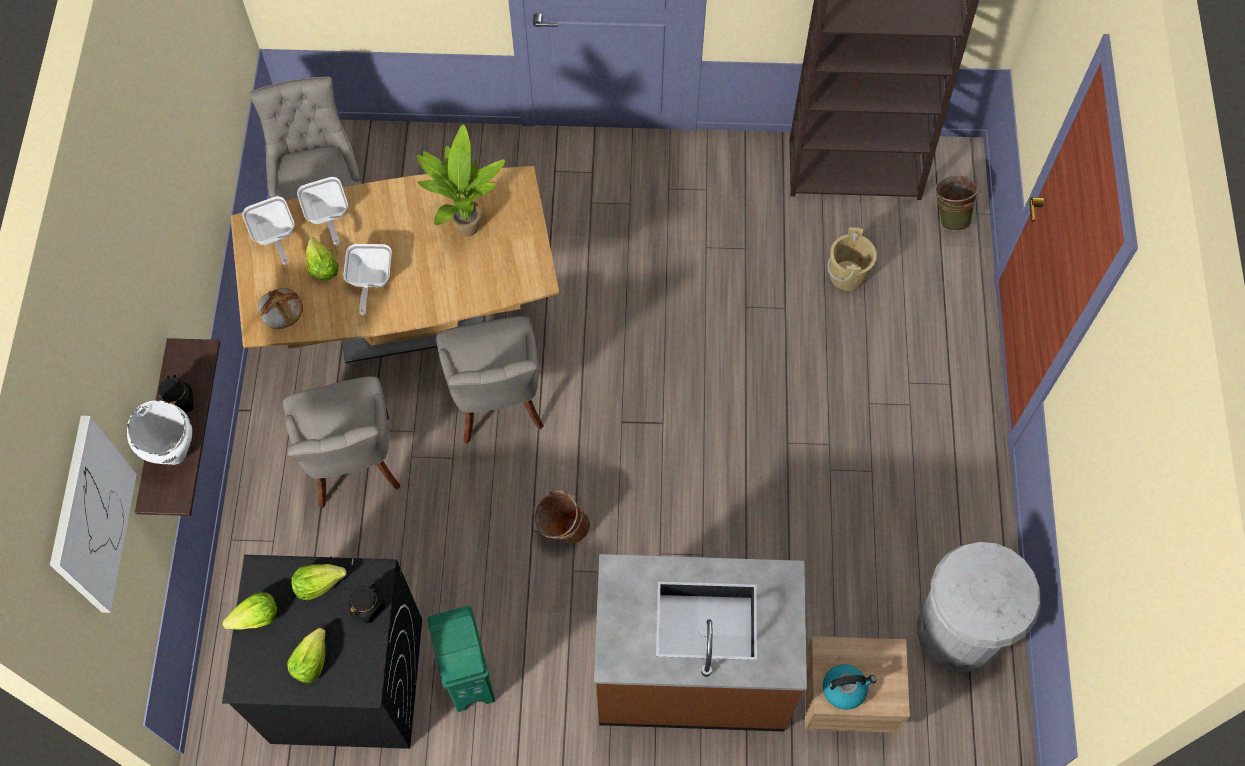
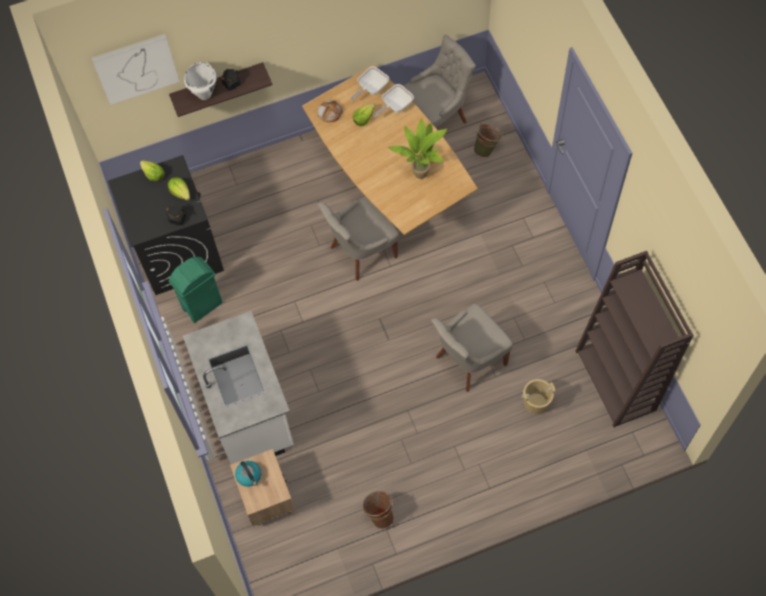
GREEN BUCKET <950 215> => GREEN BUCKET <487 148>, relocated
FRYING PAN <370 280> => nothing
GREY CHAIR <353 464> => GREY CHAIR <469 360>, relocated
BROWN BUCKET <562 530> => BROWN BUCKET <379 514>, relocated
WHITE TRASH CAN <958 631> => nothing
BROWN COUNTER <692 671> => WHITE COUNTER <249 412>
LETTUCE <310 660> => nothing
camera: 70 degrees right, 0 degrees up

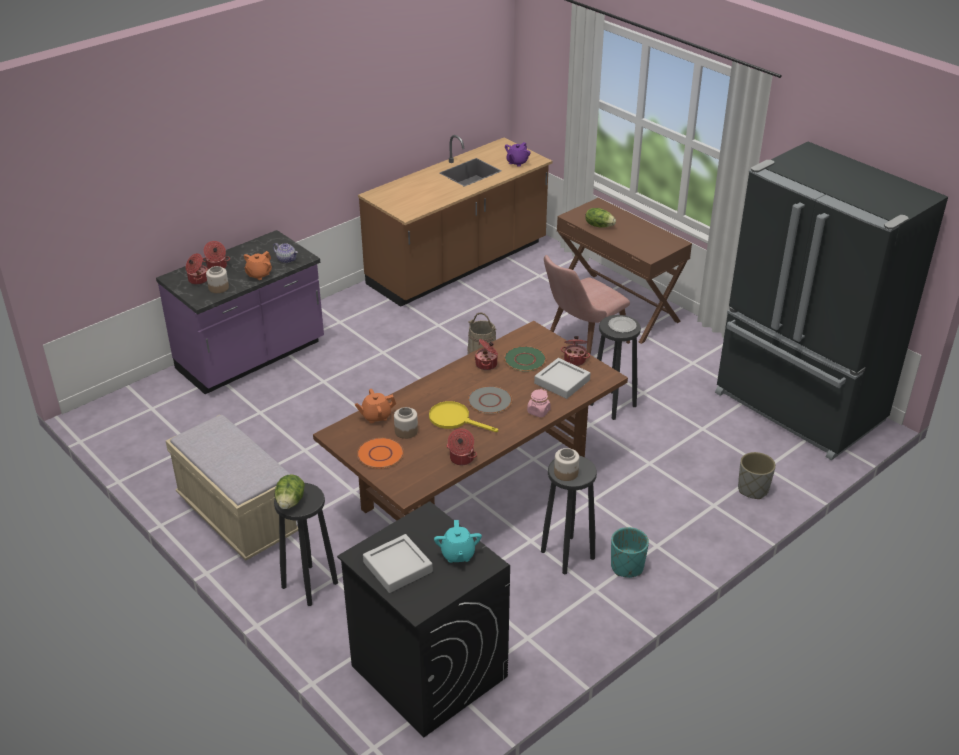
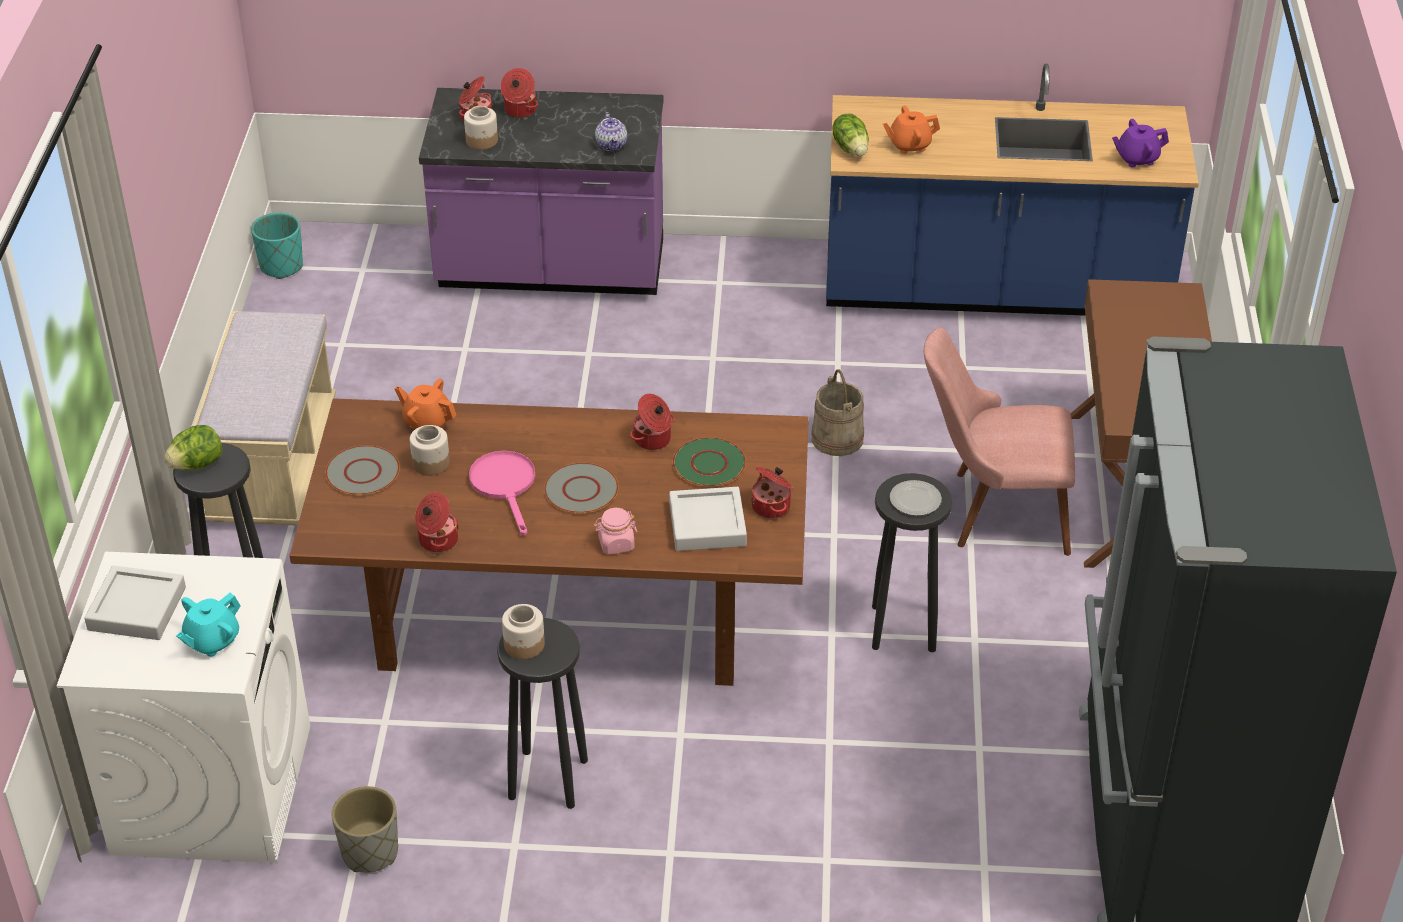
BROWN COUNTER <458 264> => BLUE COUNTER <994 288>
LETTUCE <599 225> => LETTUCE <851 148>, relocated
ORANGE TEAPOT <258 274> => ORANGE TEAPOT <909 145>, relocated
YELLOW FRYING PAN <455 419> => PINK FRYING PAN <505 486>
ORANGE PLATE <380 454> => GREY PLATE <362 472>
GREY PLANTER <753 489> => GREY PLANTER <369 853>, relocated
BLACK WASHING MACHINE <428 670> => WHITE WASHING MACHINE <212 788>
TURQUOISE PLANTER <627 566> => TURQUOISE PLANTER <282 266>, relocated
camera: 45 degrees right, 5 degrees up

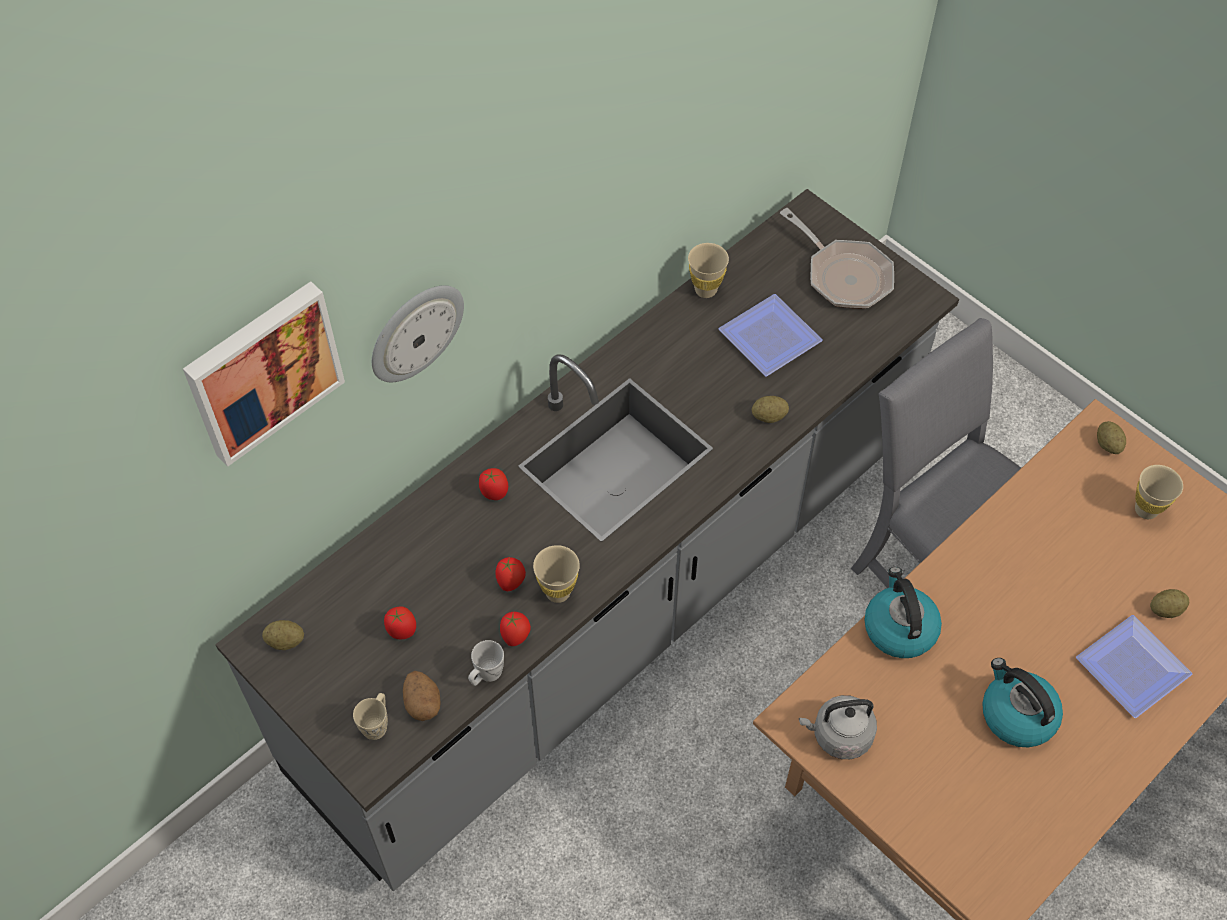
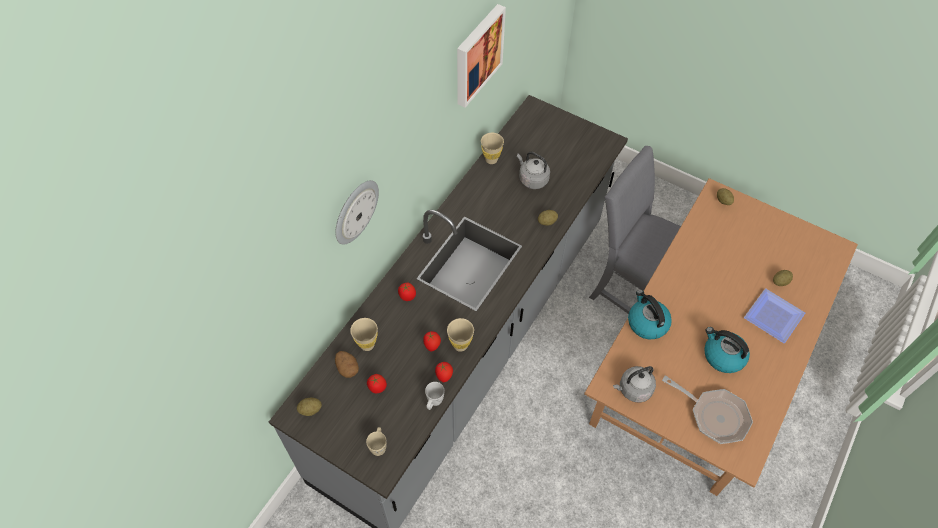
FRYING PAN <844 275> => FRYING PAN <714 415>, relocated
PICTURE <262 370> => PICTURE <477 54>, relocated
PLATE <766 337> => GREY KETTLE <532 179>
BEIGE CUP <1146 510> => BEIGE CUP <367 344>, relocated
POTATO <422 703> => POTATO <347 368>, relocated
camera: 15 degrees left, 0 degrees up

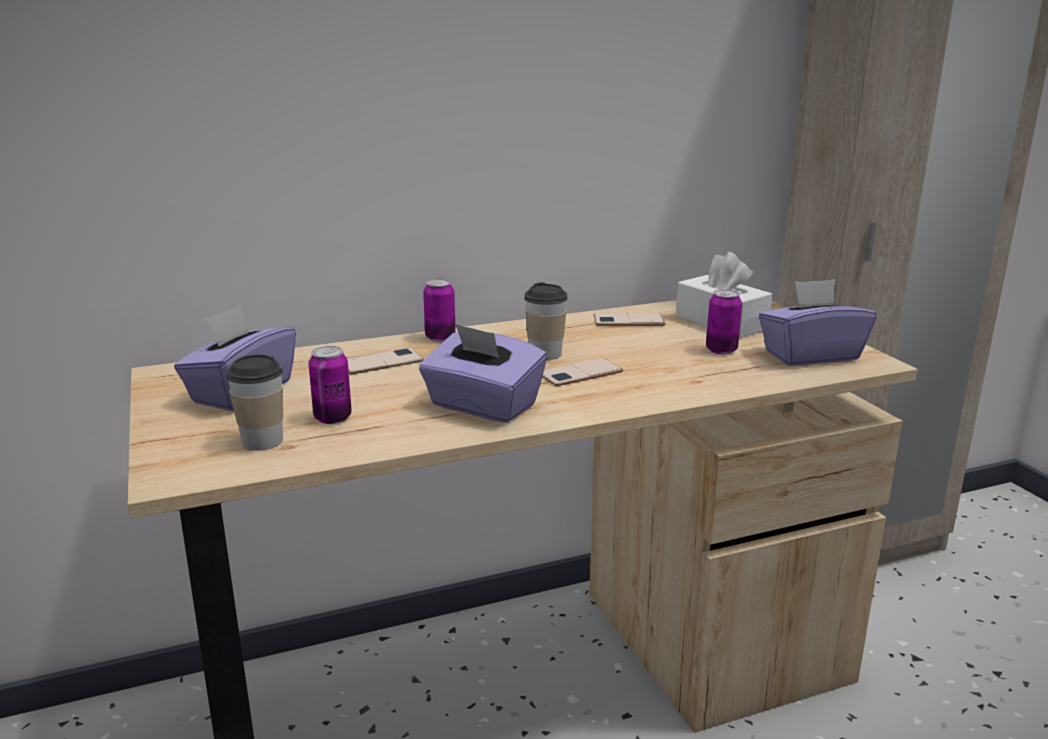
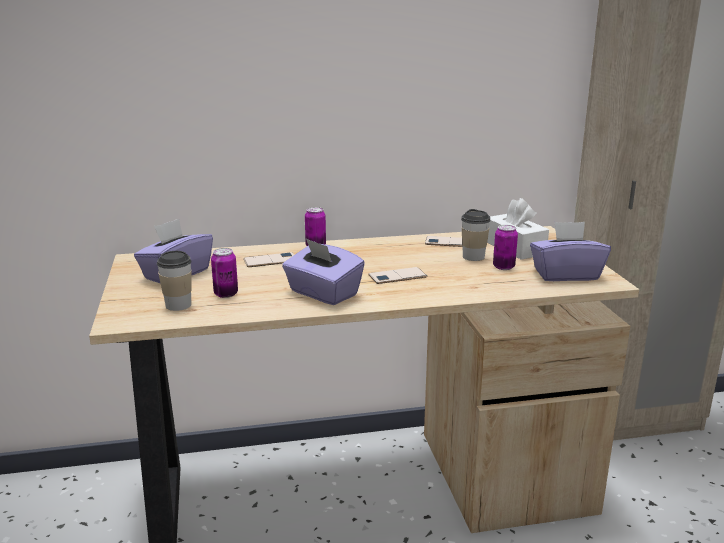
CUP <545 354> => CUP <473 257>, relocated
camera: 10 degrees right, 0 degrees up

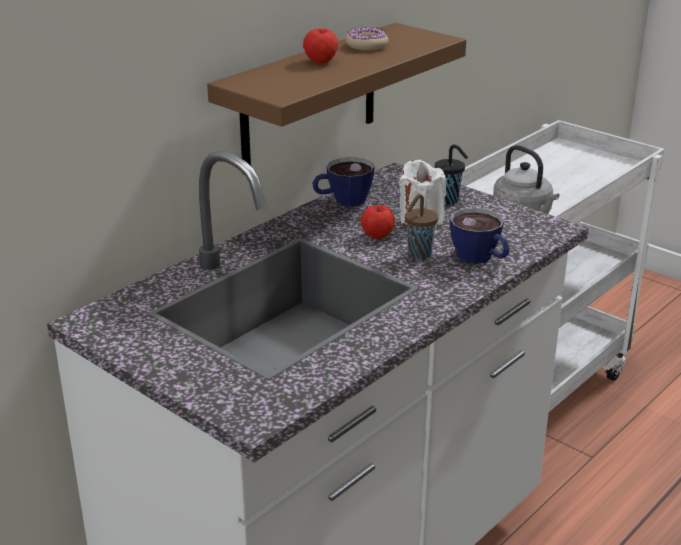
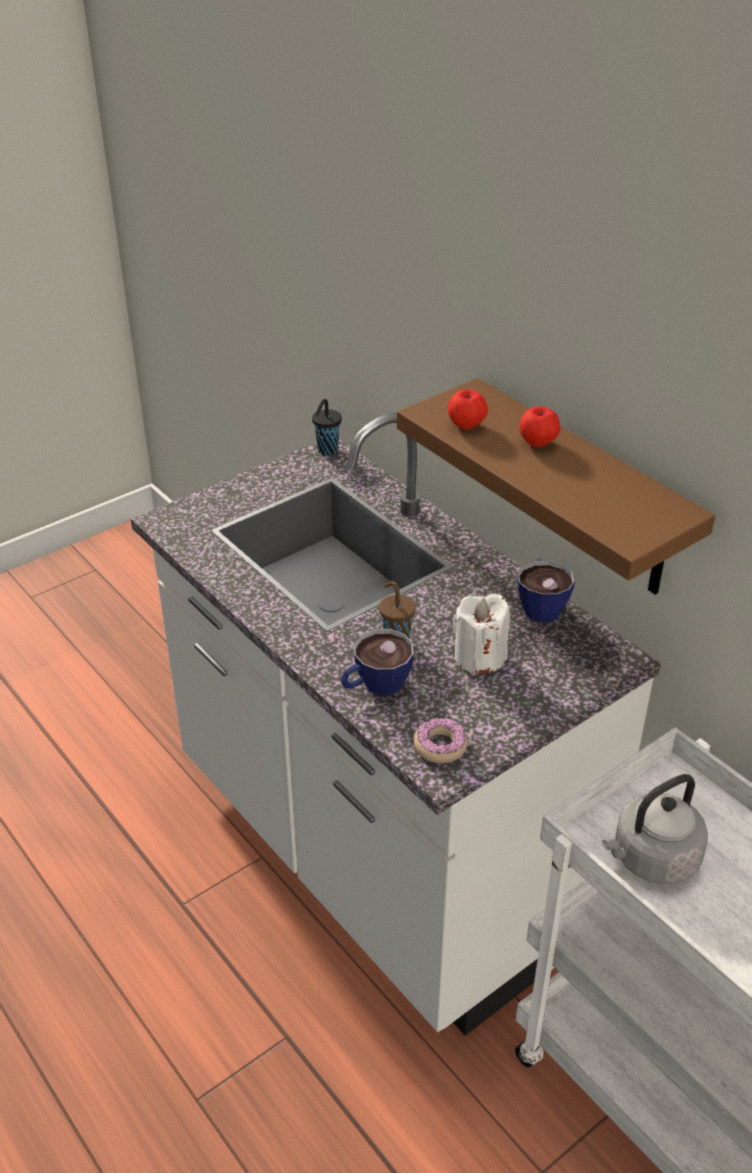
DONUT <367 45> => DONUT <440 746>, relocated
BLACK CUP <449 201> => BLACK CUP <326 451>, relocated
APPLE <377 235> => APPLE <466 425>, relocated
camera: 100 degrees right, 10 degrees up

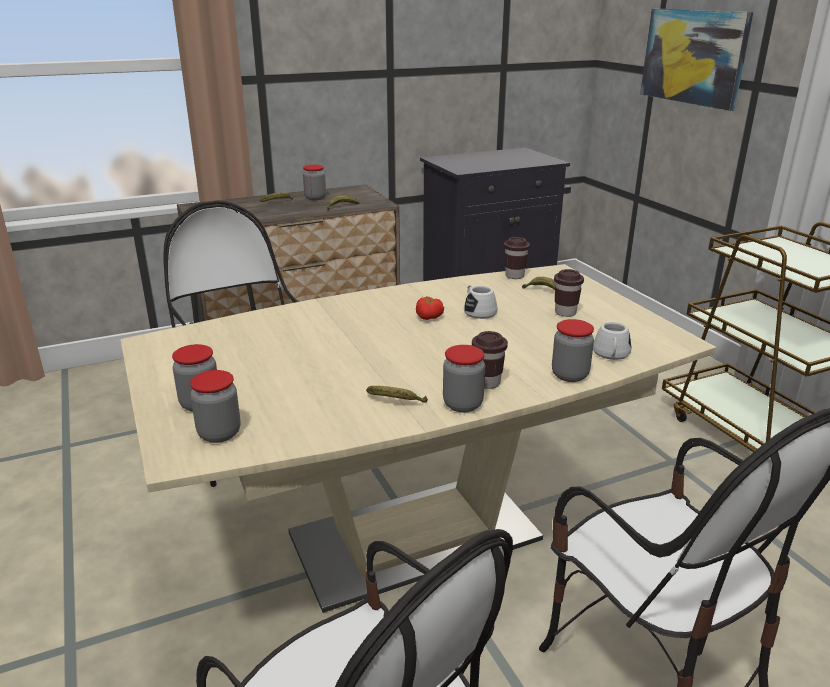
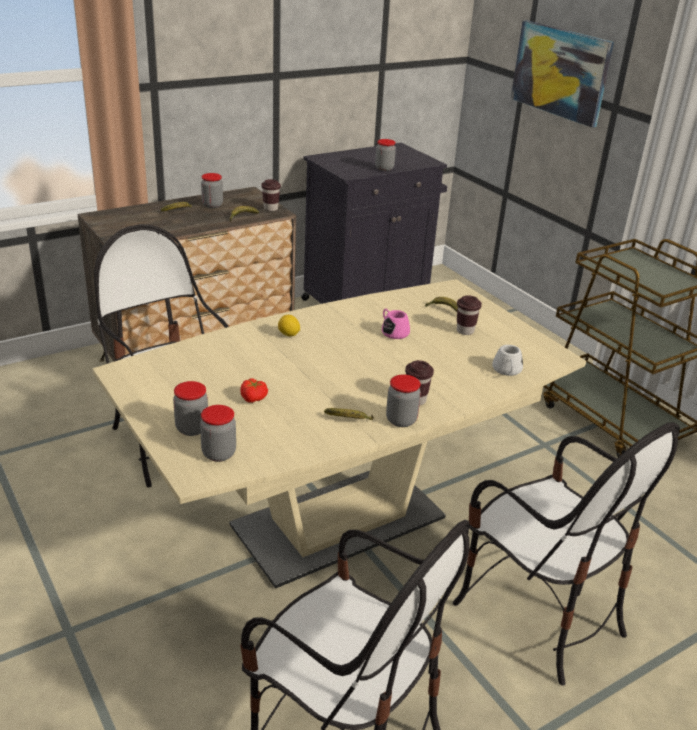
BROWN CUP <514 276> => BROWN CUP <271 209>, relocated
WHITE MUG <477 311> => PINK MUG <393 331>
TOMATO <429 317> => TOMATO <254 398>, relocated
JAR <570 375> => JAR <384 168>, relocated
nothing => LEMON <288 335>
camera: 10 degrees left, 5 degrees up

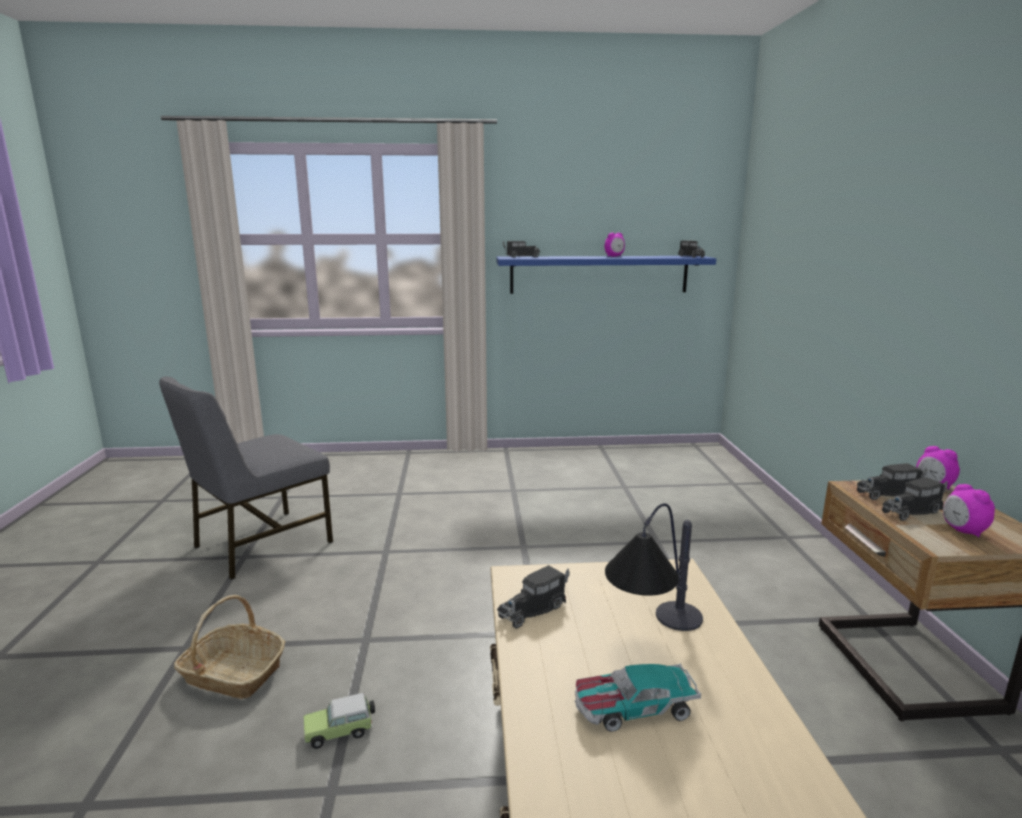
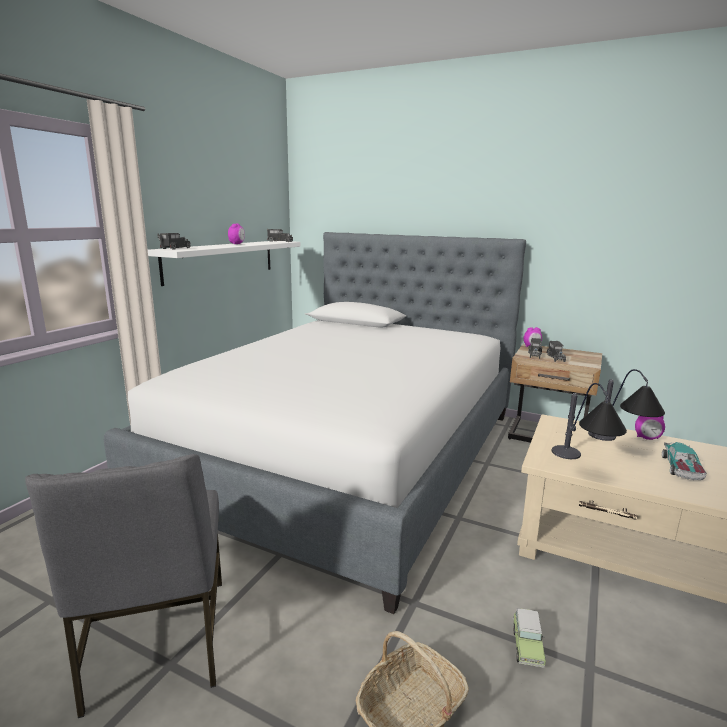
BLUE SHELF <599 274> => WHITE SHELF <221 260>
ALARM CLOCK <963 531> => ALARM CLOCK <647 438>, relocated
TOY TRUCK <534 609> => TABLE LAMP <583 466>
nothing => BED <349 455>
camera: 60 degrees left, 0 degrees up

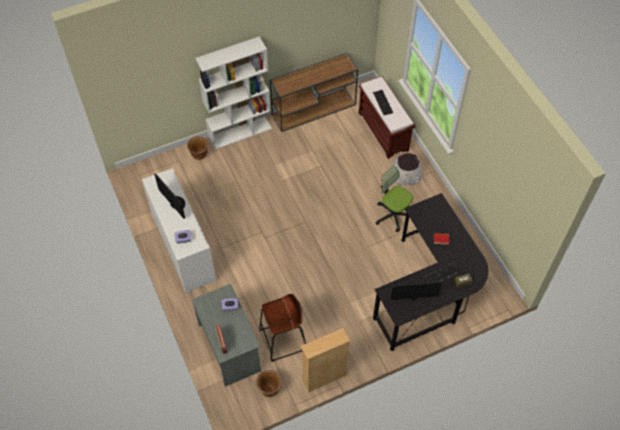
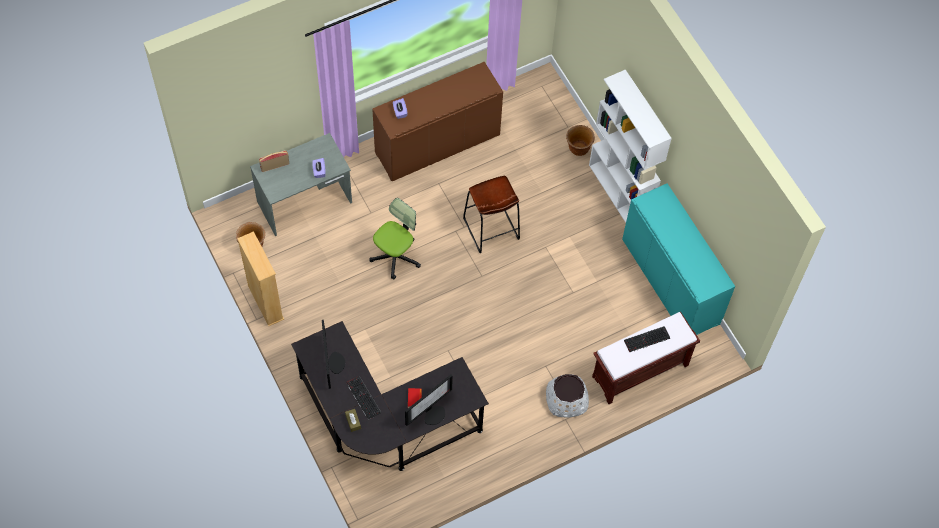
BROWN CONSOLE TABLE <314 109> => TURQUOISE CABINET <670 281>
OFFICE CHAIR <393 215> => OFFICE CHAIR <395 256>, relocated
WHITE CABINET <183 247> => BROWN CABINET <437 144>
MONITOR <176 203> => MONITOR <433 413>, relocated
BROWN STOOL <283 340> => BROWN STOOL <491 229>, relocated
camera: 85 degrees right, 5 degrees up

